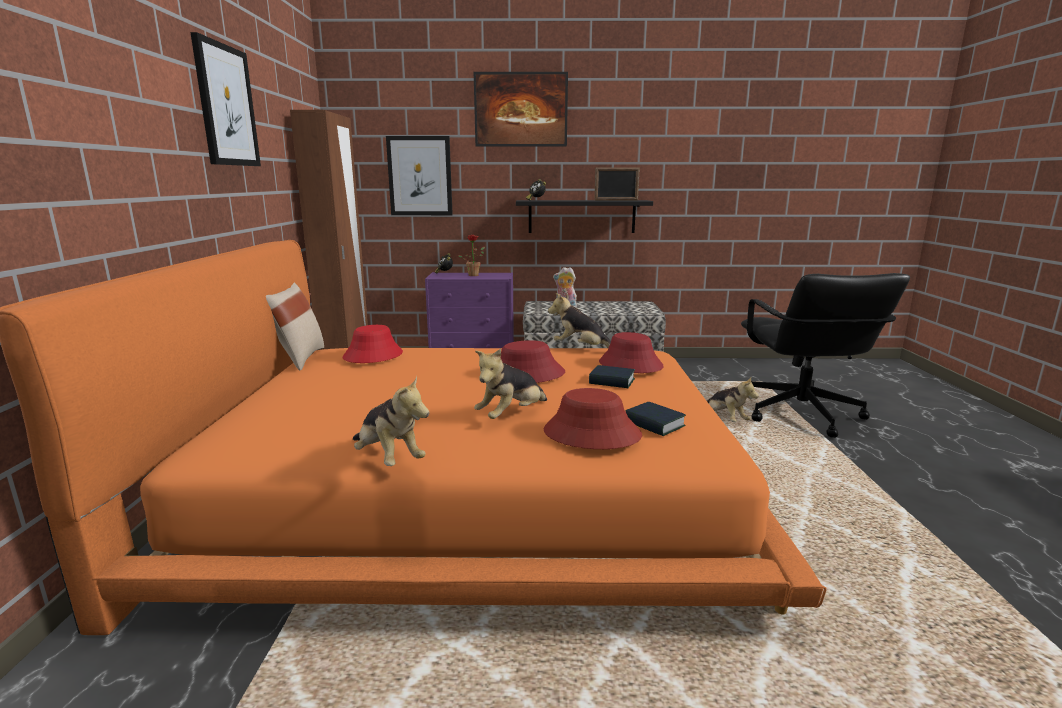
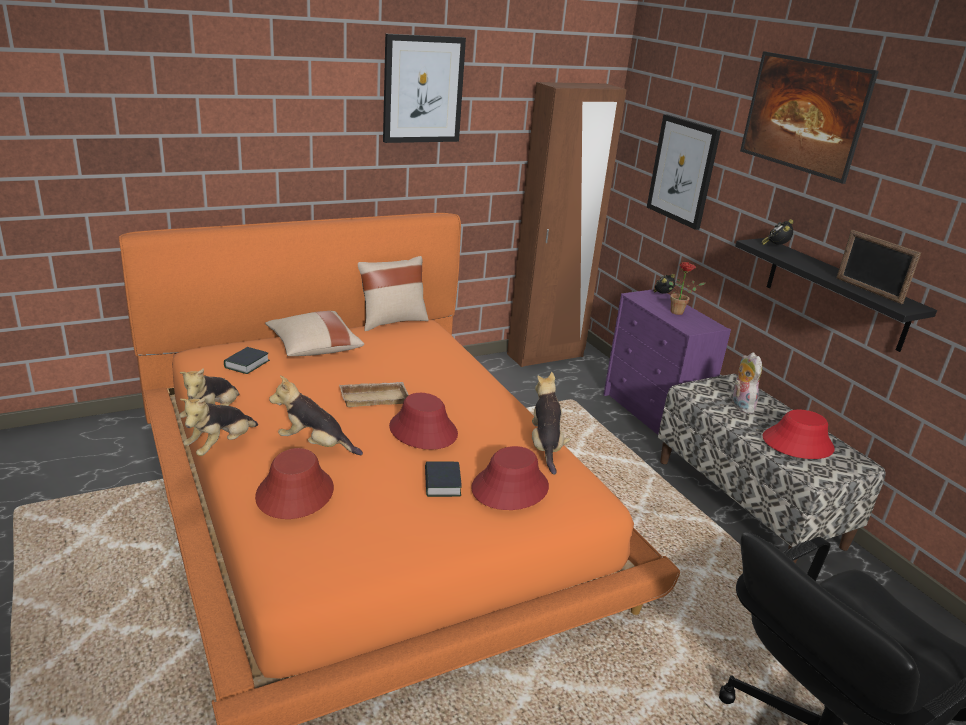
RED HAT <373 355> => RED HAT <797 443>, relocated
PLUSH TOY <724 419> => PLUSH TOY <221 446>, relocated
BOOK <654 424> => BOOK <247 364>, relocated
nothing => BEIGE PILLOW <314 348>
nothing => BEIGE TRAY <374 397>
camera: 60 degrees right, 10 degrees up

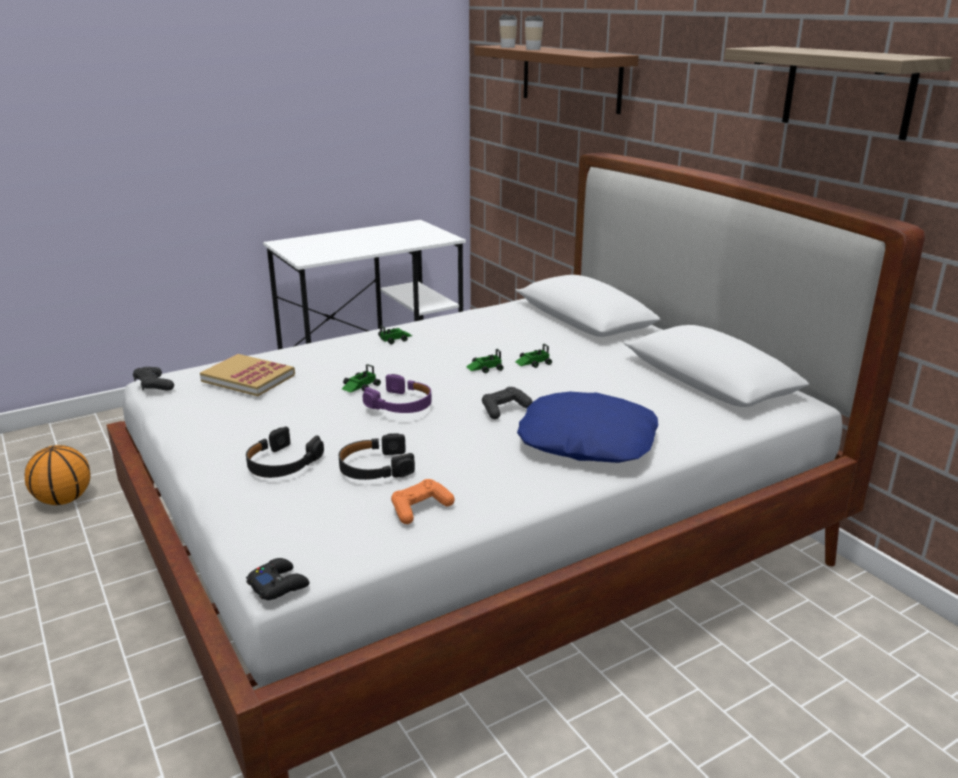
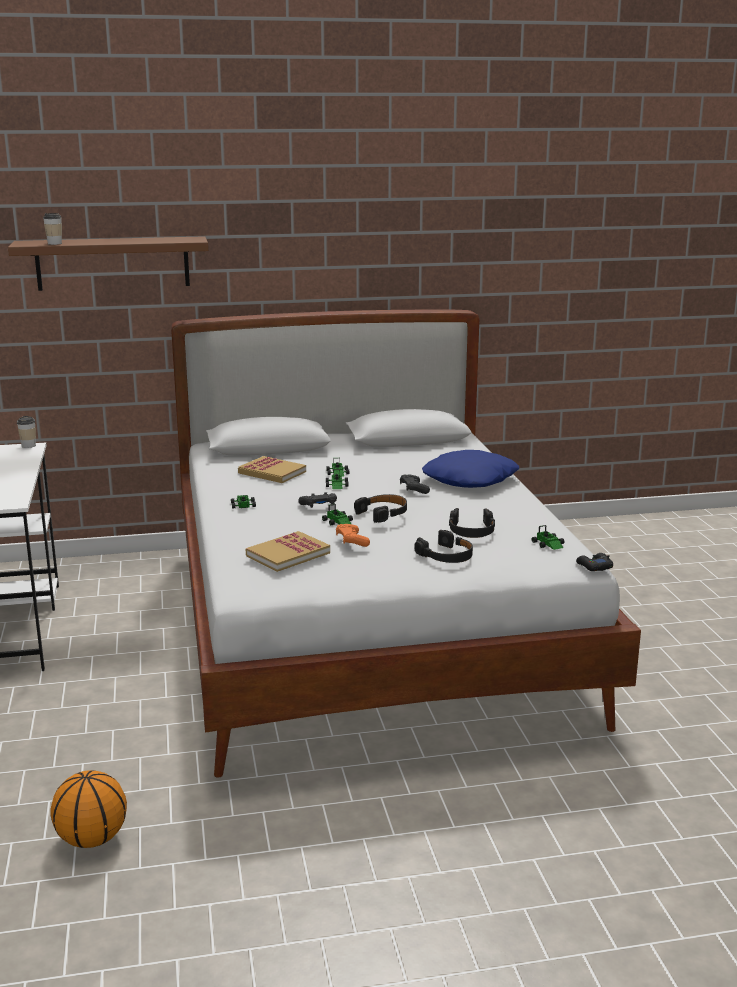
CUP <533 49> => CUP <28 446>, relocated
SHELF <847 91> => nothing
BLACK GAME CONTROLLER <153 385> => BLACK GAME CONTROLLER <319 505>, relocated
PURPLE HEADPHONES <401 404> => BLACK HEADPHONES <383 513>
ORANGE GAME CONTROLLER <420 508> => ORANGE GAME CONTROLLER <352 541>, relocated
nothing => BOOK <272 472>
nothing => TOY CAR <549 544>
camera: 70 degrees left, 5 degrees down

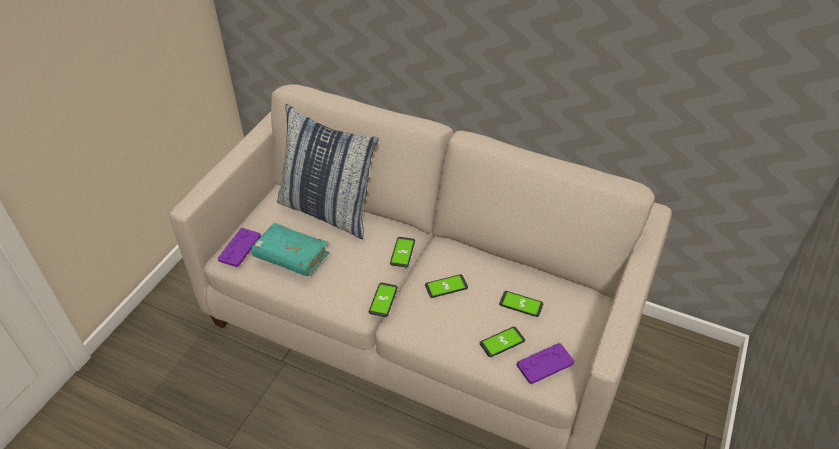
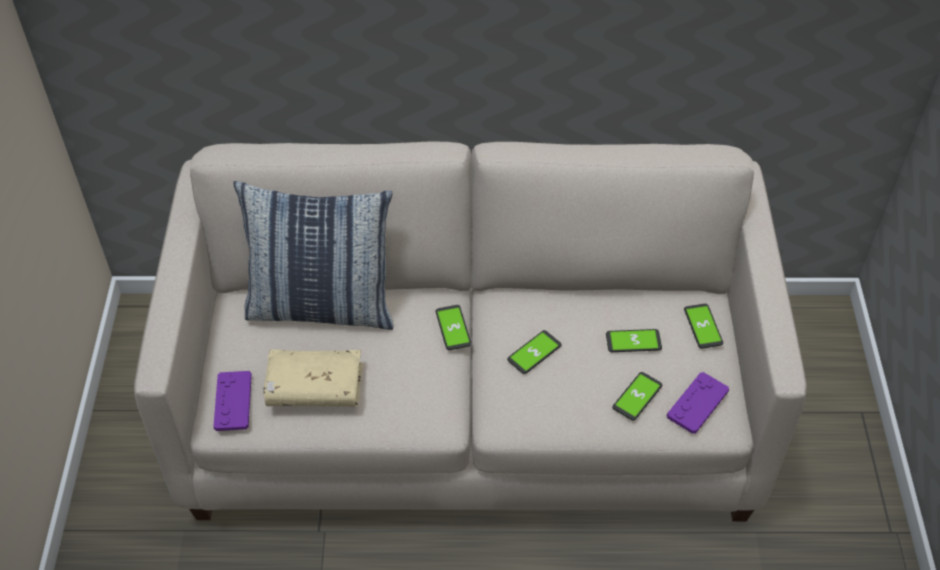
TURQUOISE BOOK <291 256> => BEIGE BOOK <314 387>
PHONE <383 300> => PHONE <703 326>, relocated
camera: 25 degrees left, 5 degrees up

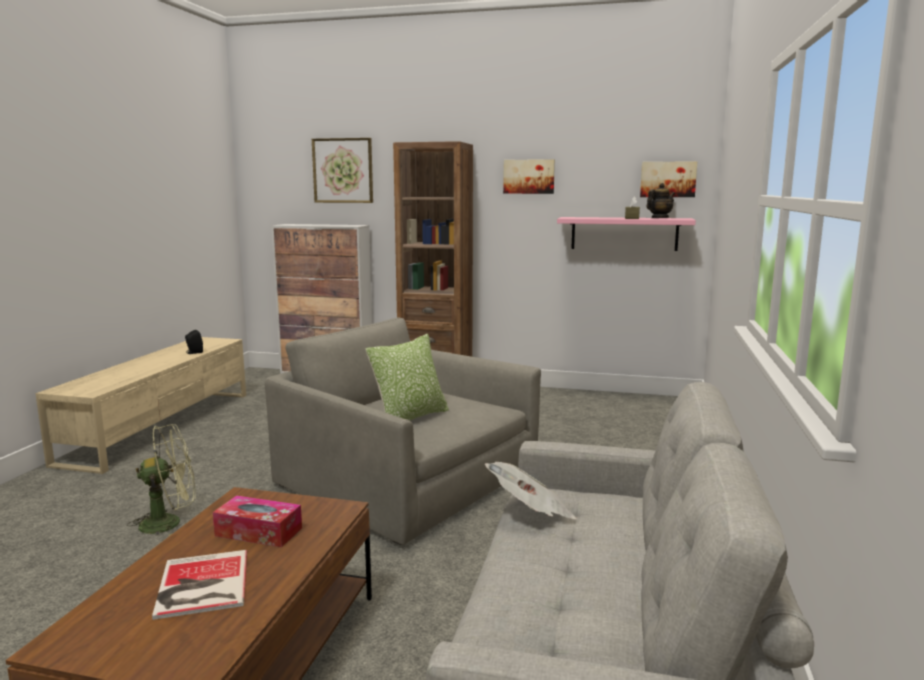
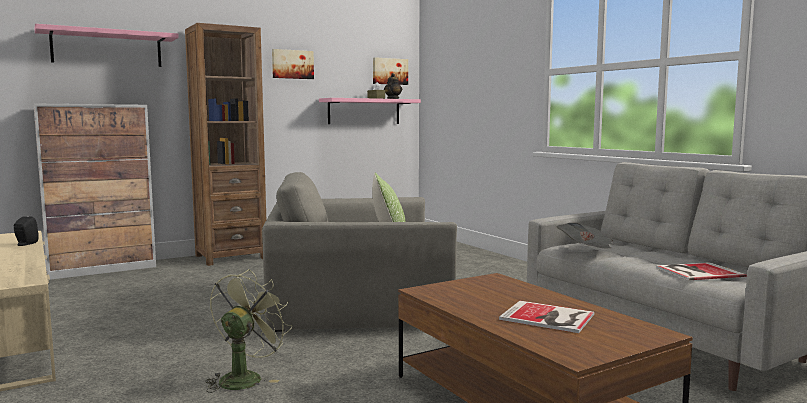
PICTURE <343 170> => PINK SHELF <107 49>
TISSUE BOX <258 532> => nothing
nothing => BOOK <697 271>
camera: 45 degrees left, 5 degrees down

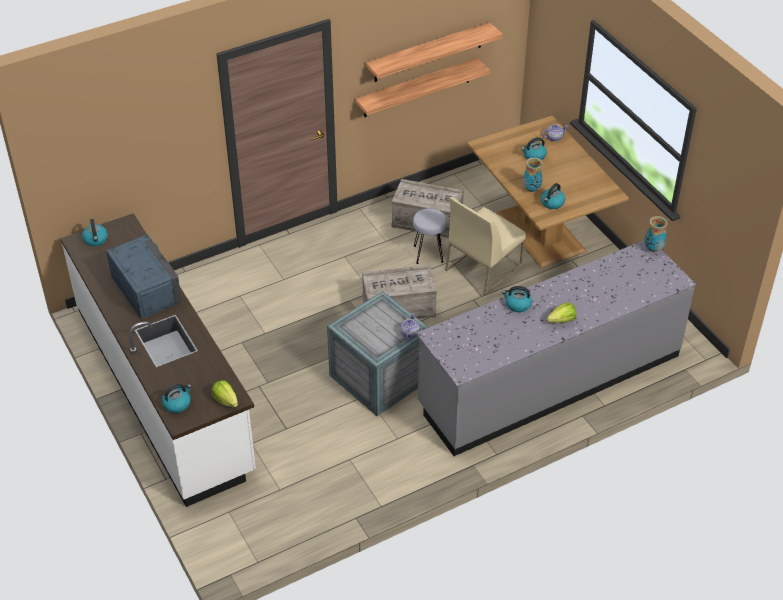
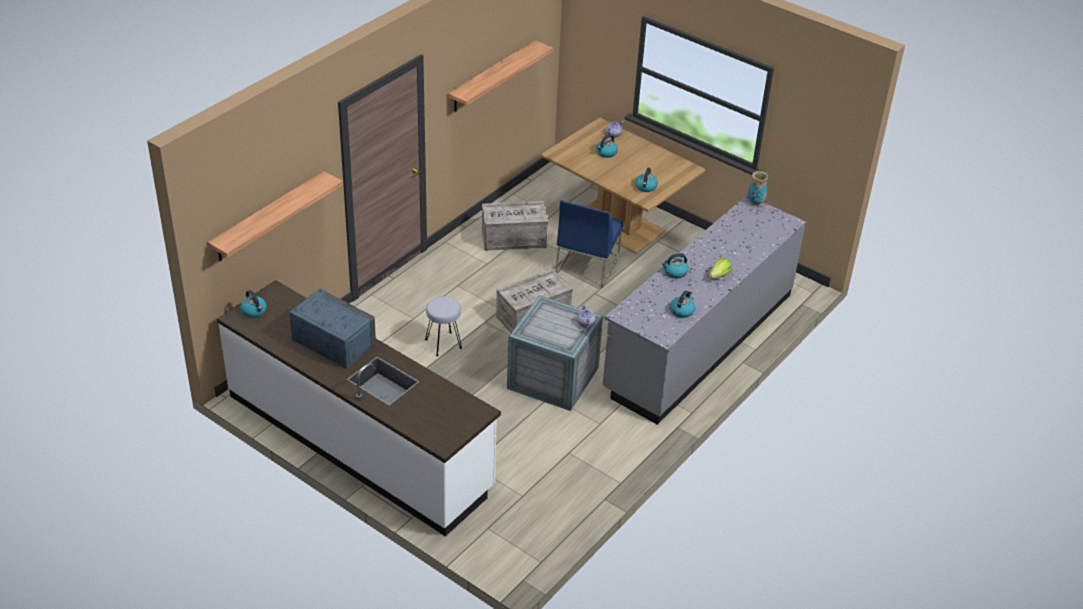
SHELF <417 88> => SHELF <268 217>, relocated
VASE <531 189> => nothing
BEIGE CHAIR <483 268> => BLUE CHAIR <587 265>
GREY STOOL <428 253> => GREY STOOL <443 343>, relocated
LETTUCE <226 400> => nothing
KETTLE <177 403> => KETTLE <682 311>, relocated
camera: 25 degrees left, 5 degrees down

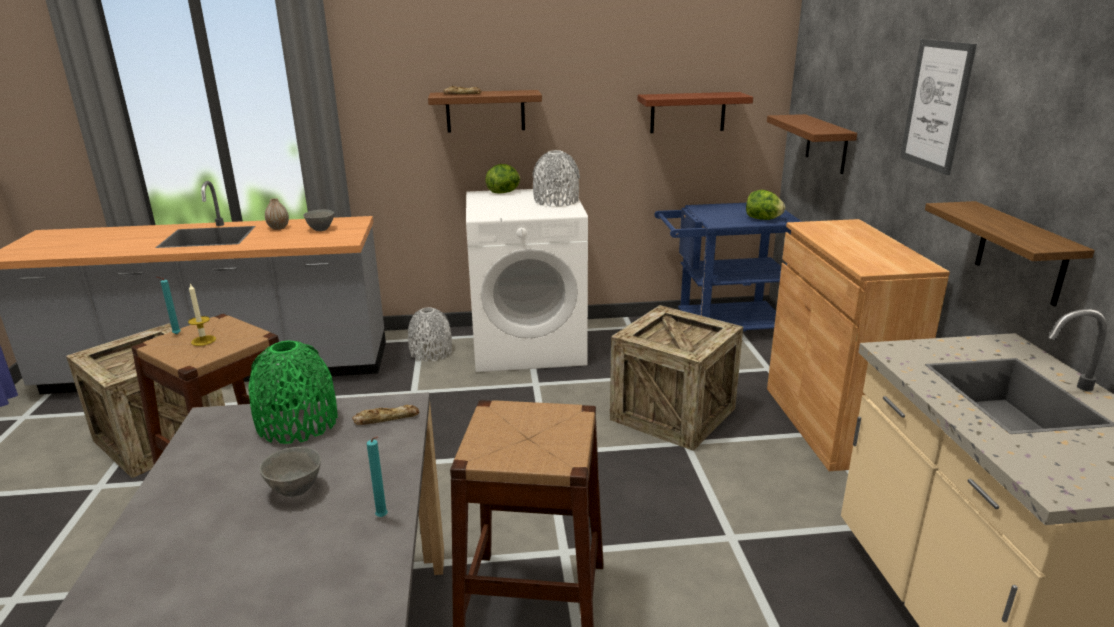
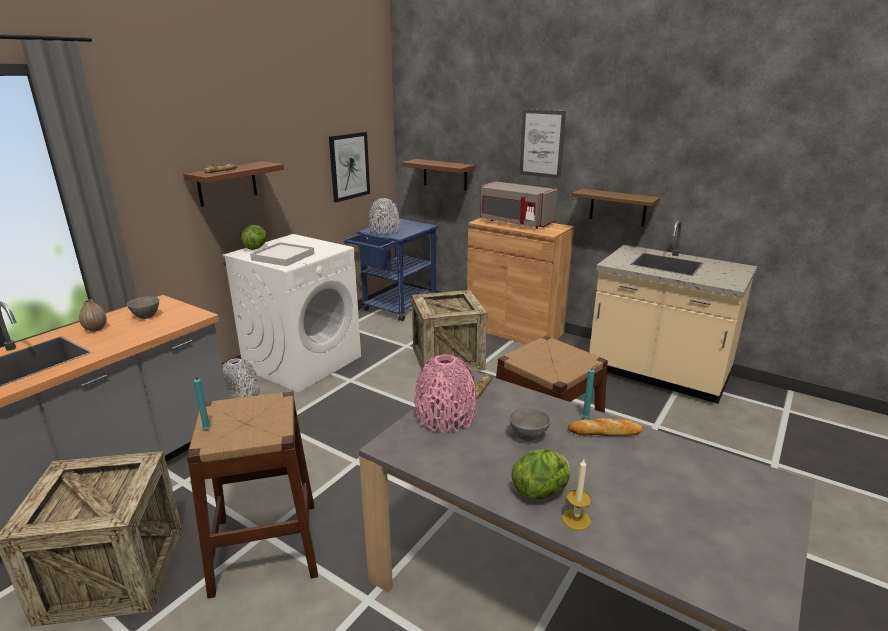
BROWN SHELF <687 112> => PICTURE <349 166>
GREY VASE <556 201> => GREY VASE <384 230>, relocated
LETTUCE <763 219> => LETTUCE <541 491>, relocated
CANDLE <203 340> => CANDLE <576 519>, relocated
GREEN VASE <298 423> => PINK VASE <445 416>
nothing => GREY MICROWAVE <515 222>
nothing => WHITE TRAY <283 257>
nothing => BREAD <605 432>
camera: 50 degrees left, 0 degrees up

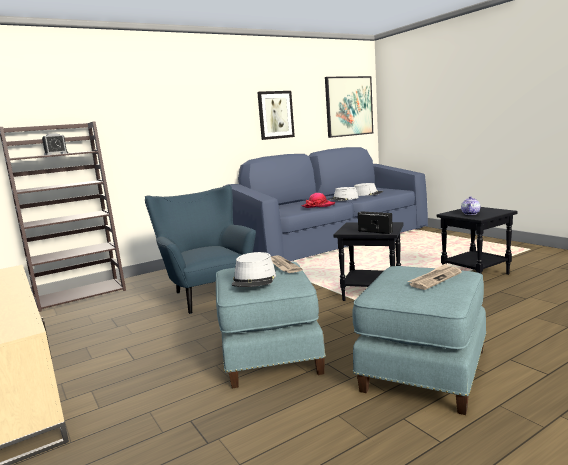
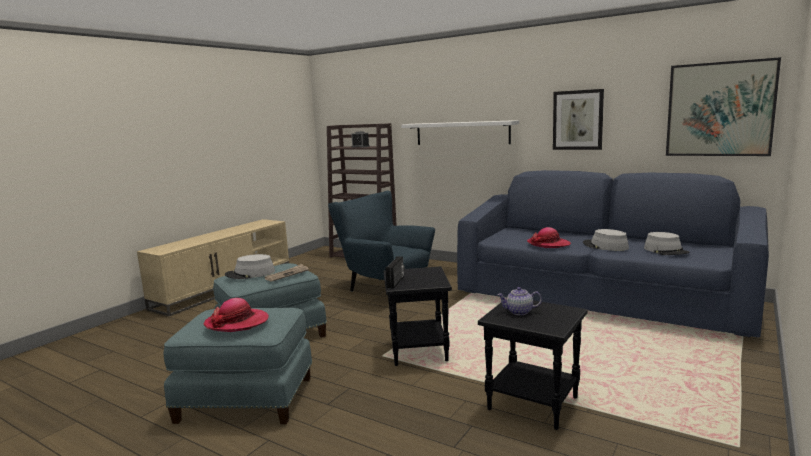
BLUE ARMCHAIR <207 294> => BLUE ARMCHAIR <382 289>, 90 degrees counterclockwise
NEWSPAPER <435 279> => HAT <237 323>
nothing => WHITE SHELF <462 133>
camera: 65 degrees right, 0 degrees up

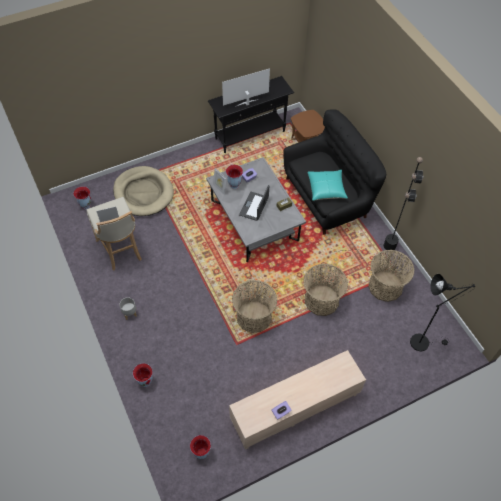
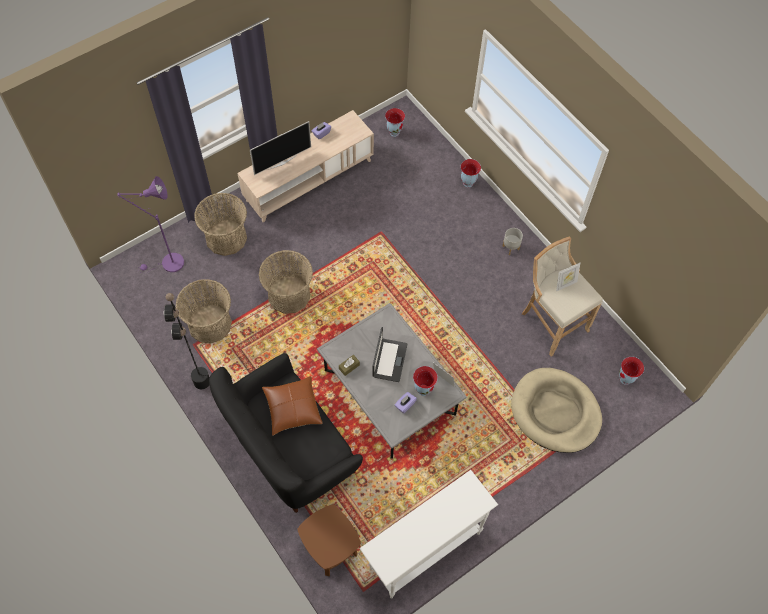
TELEVISION <246 103> => TELEVISION <281 162>, relocated
BLACK CONSOLE TABLE <250 135> => WHITE CONSOLE TABLE <424 550>
TURQUOISE PILLOW <326 189> => BROWN PILLOW <292 408>
BLACK FLOOR LAMP <423 341> => PURPLE FLOOR LAMP <168 264>
BASKET <253 317> => BASKET <226 237>, relocated
camera: 170 degrees right, 5 degrees up

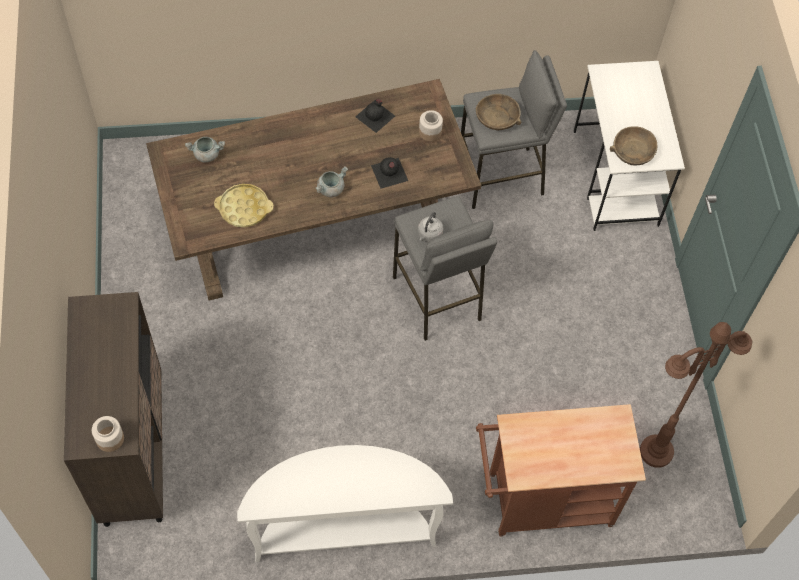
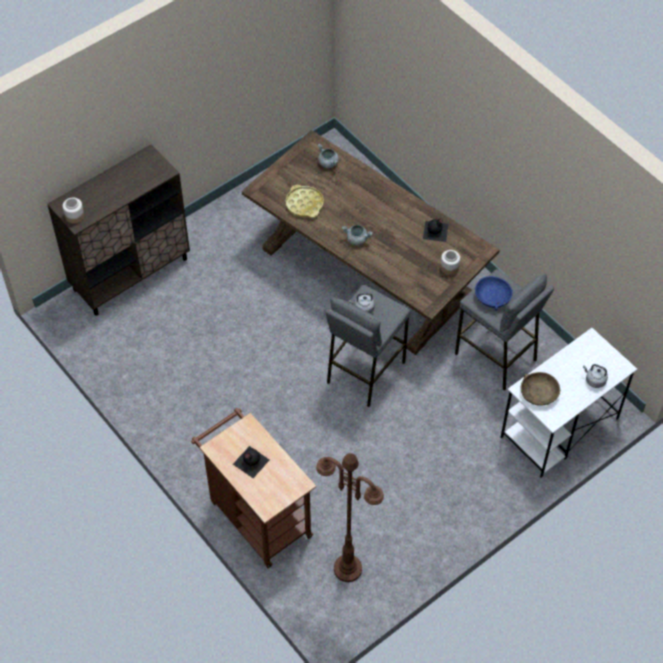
BROWN BOWL <497 117> => BLUE BOWL <493 296>
BLACK BOTTLE <389 173> => BLACK BOTTLE <250 462>, relocated
WHITE CONSOLE TABLE <344 528> => nothing
nothing => GREY KETTLE <594 380>
camera: 60 degrees right, 5 degrees down

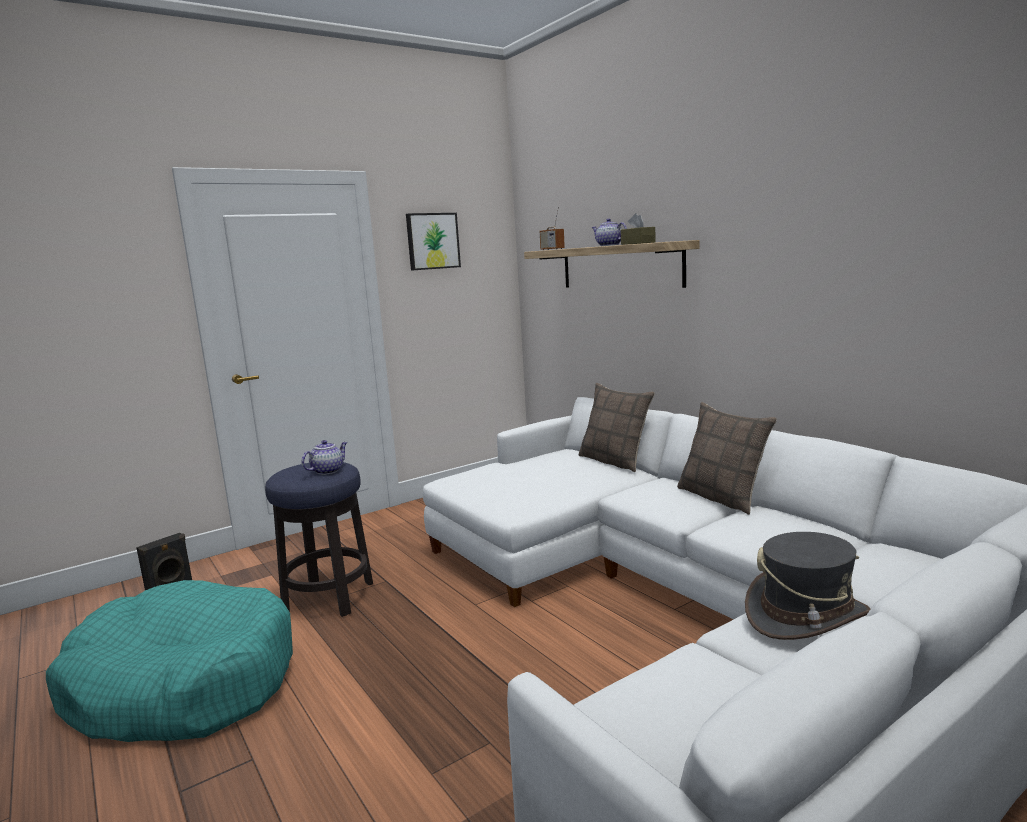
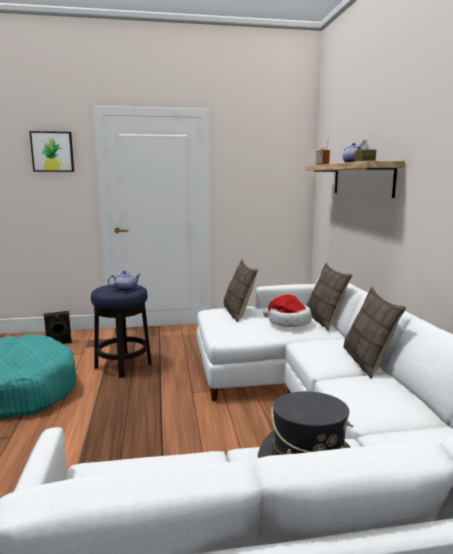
PICTURE <432 241> => PICTURE <52 152>, relocated
nothing => PILLOW <239 313>
nothing => HAT <288 322>
camera: 25 degrees right, 0 degrees up

